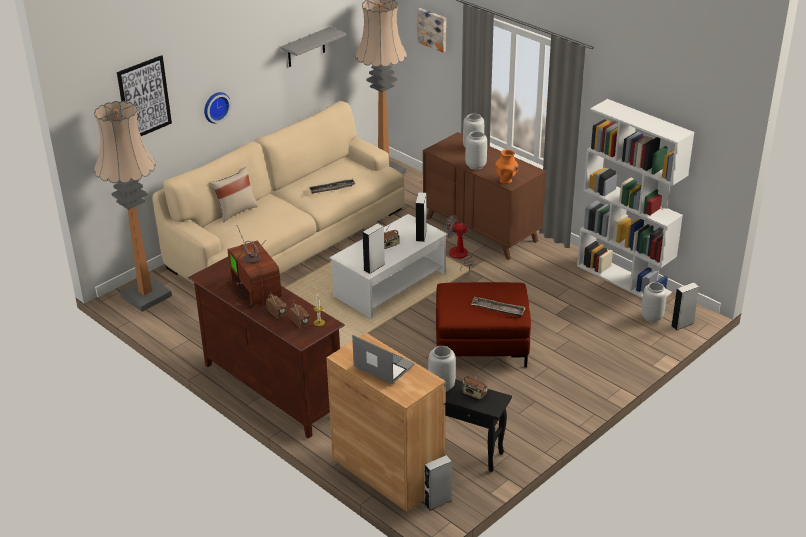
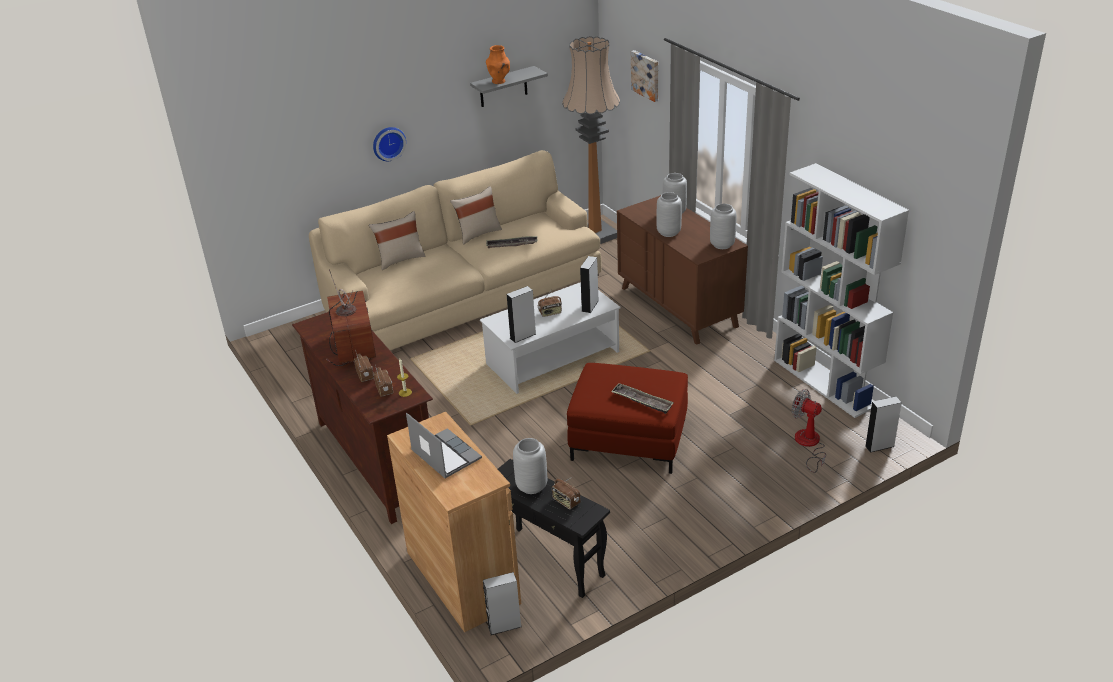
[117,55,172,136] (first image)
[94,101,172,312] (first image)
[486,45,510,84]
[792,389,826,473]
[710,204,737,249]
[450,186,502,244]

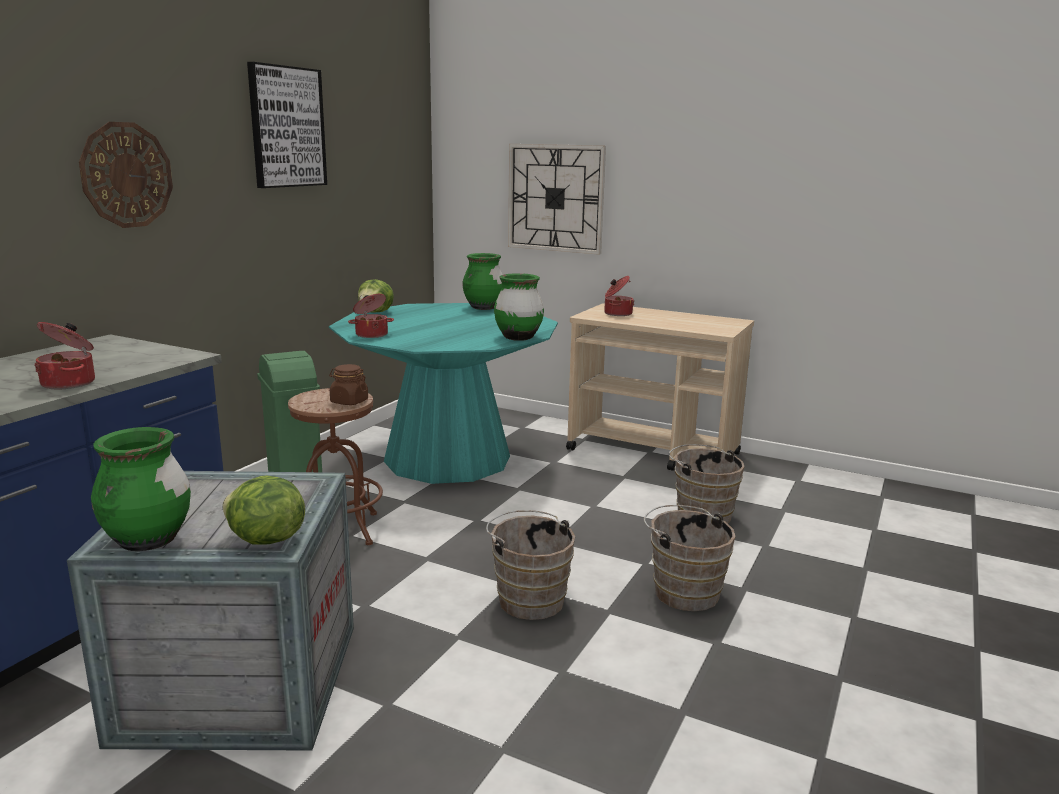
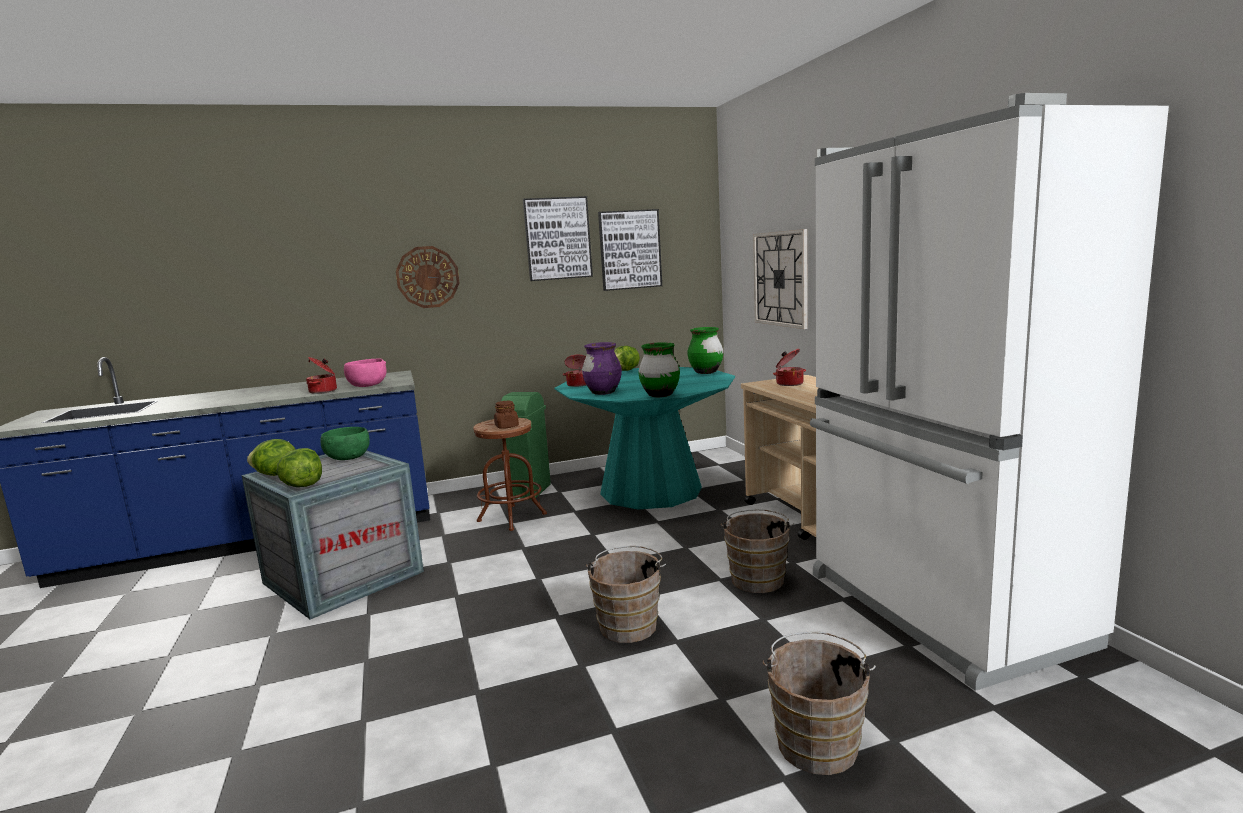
[247,439,296,476]
[762,631,876,775]
[810,93,1169,691]
[598,209,662,291]
[582,342,622,395]
[344,358,386,387]
[320,427,370,460]

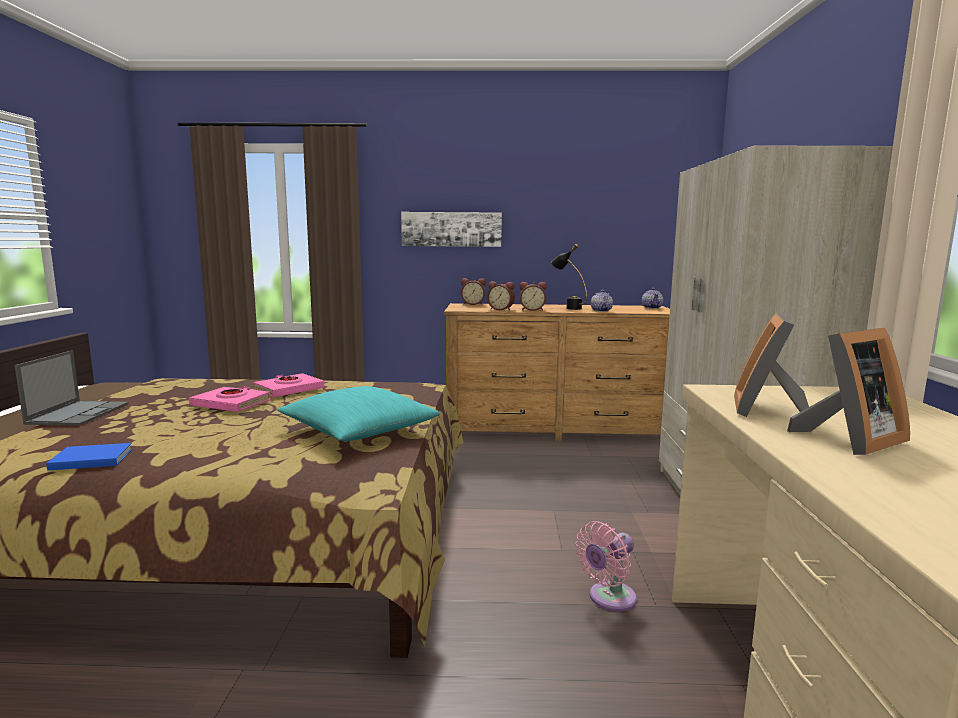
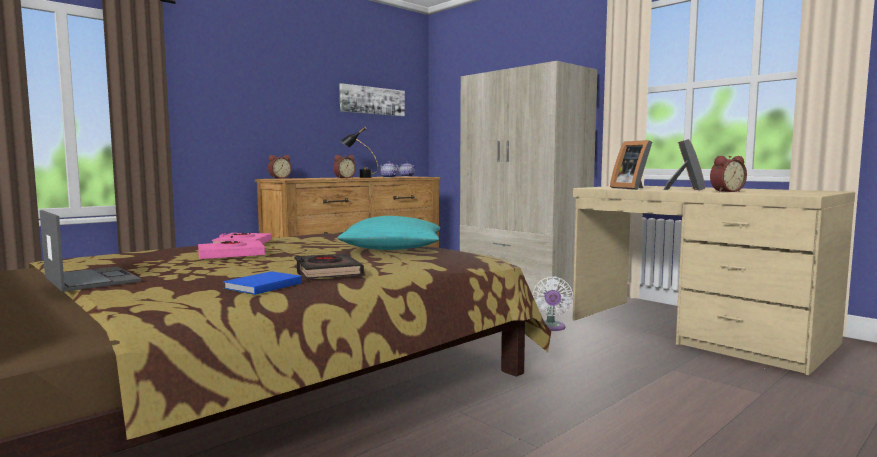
[339,83,405,116]
[710,156,747,192]
[532,277,573,331]
[294,254,364,279]

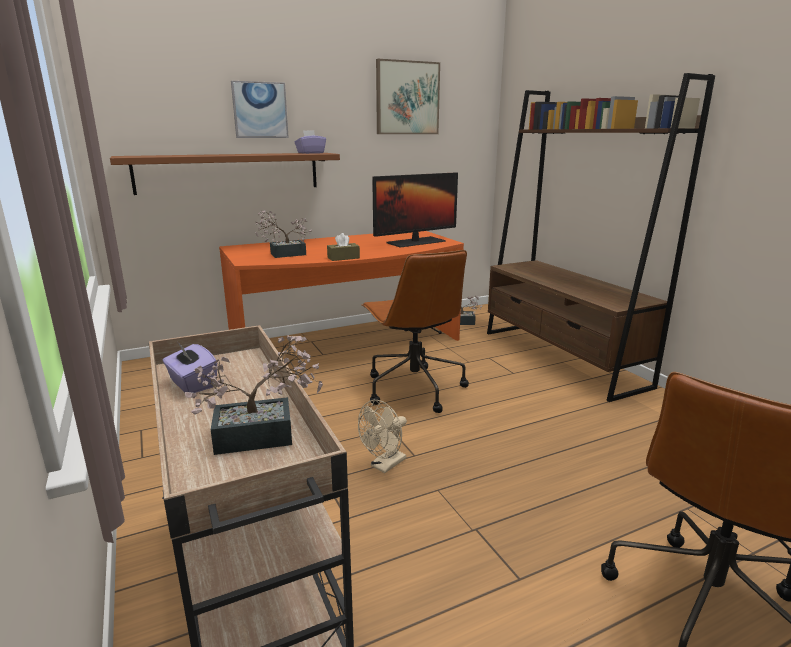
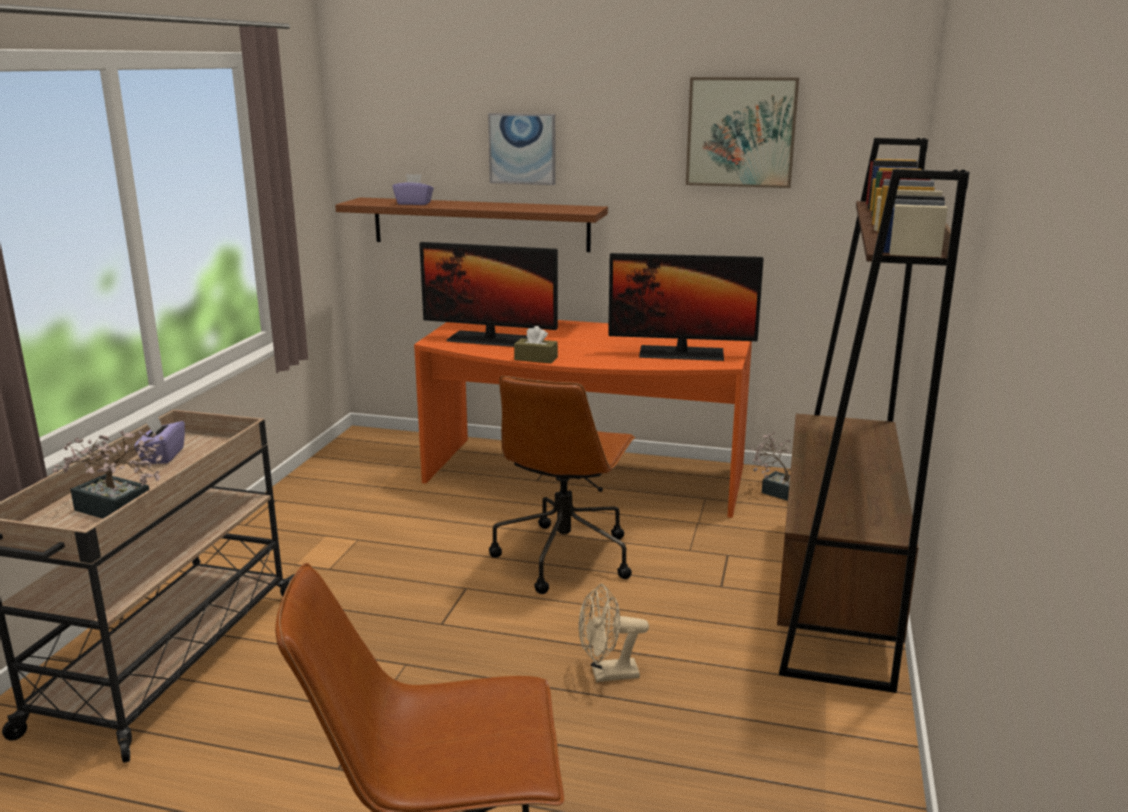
[393,174,434,205]
[419,242,558,347]
[579,584,649,682]

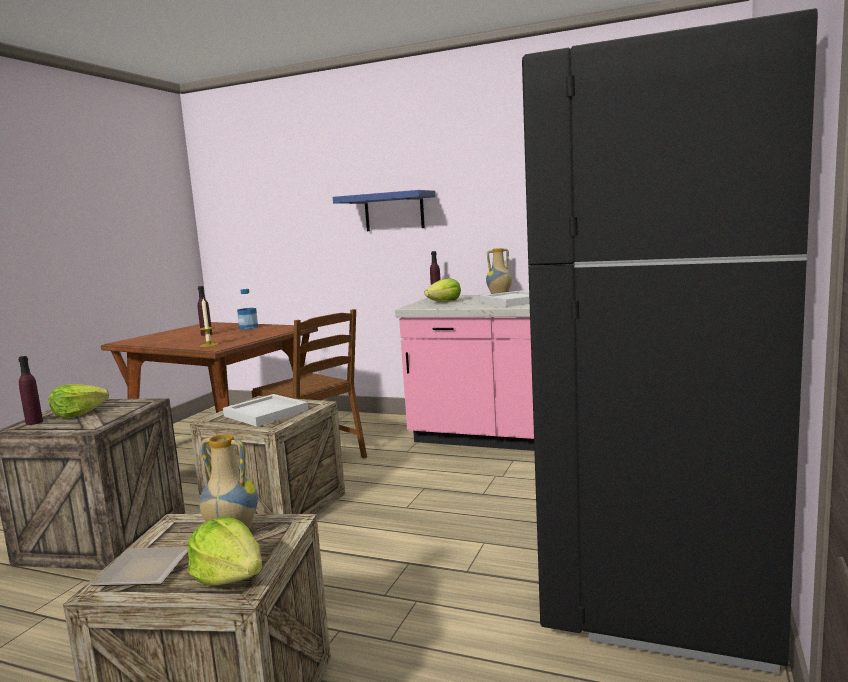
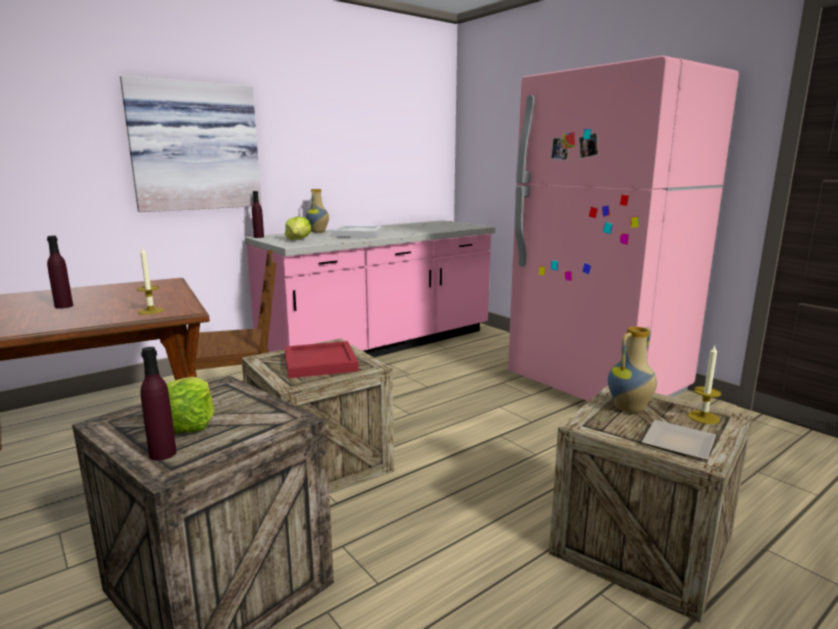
[508,55,739,402]
[120,76,262,212]
[237,289,258,329] (first image)
[284,341,359,378]
[688,344,721,424]

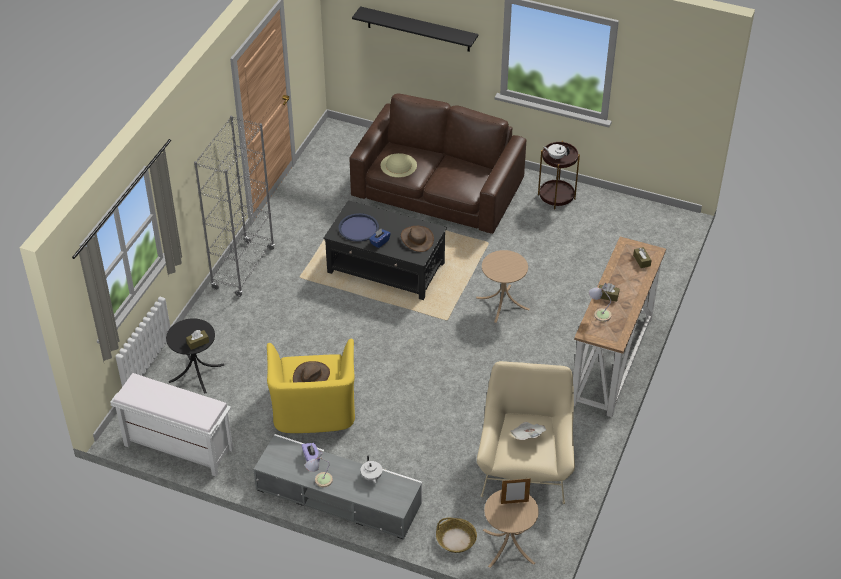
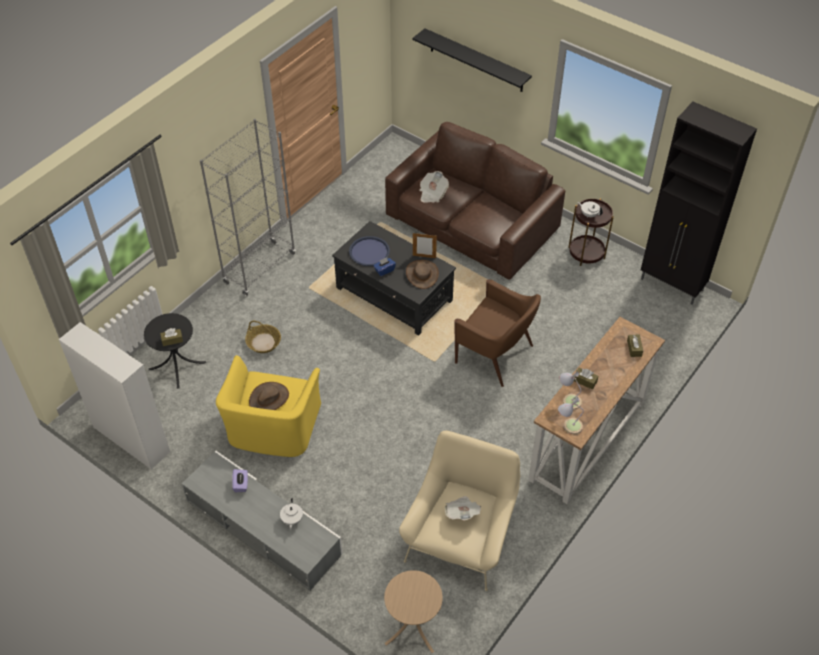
[419,171,449,203]
[454,279,541,387]
[59,322,170,470]
[558,397,584,434]
[413,233,437,258]
[245,321,281,353]
[641,101,757,305]

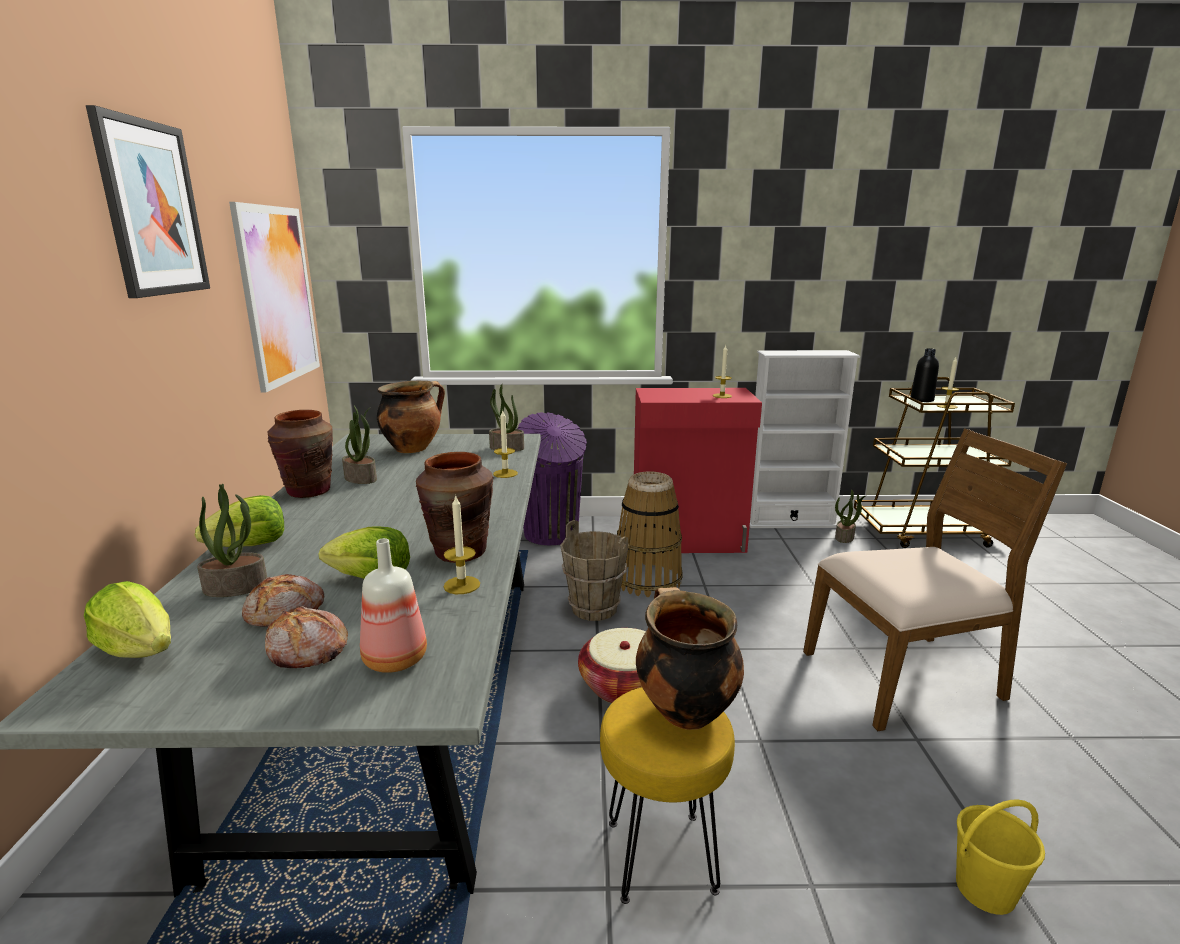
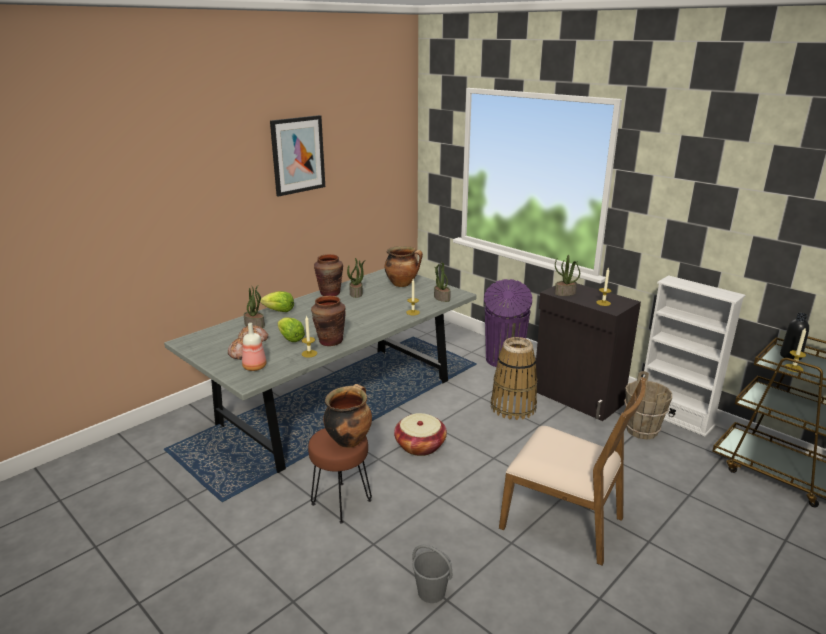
[229,202,320,392] (first image)
[536,283,641,421]
[555,255,580,296]
[624,371,672,440]
[84,581,171,658] (first image)
[308,428,372,524]
[412,545,452,603]

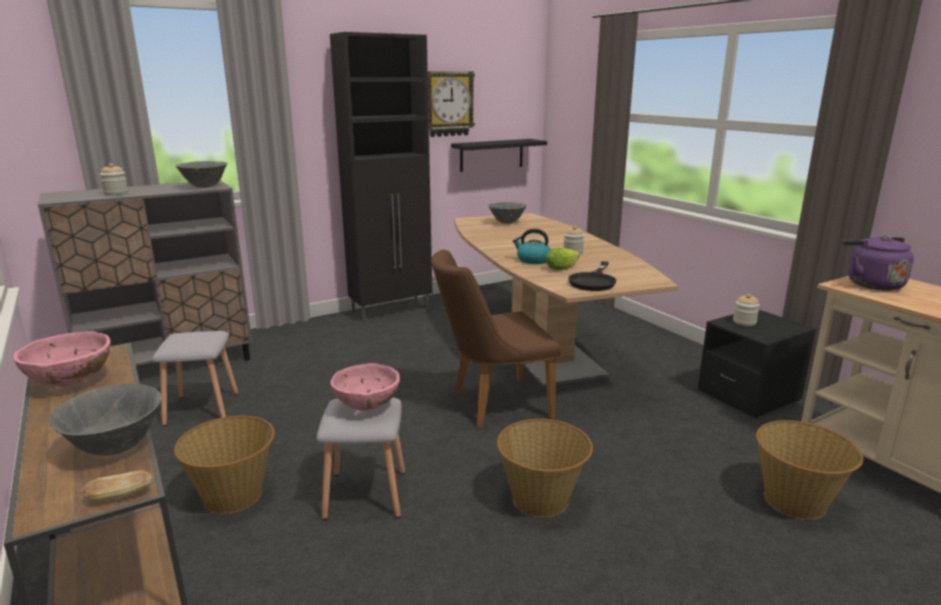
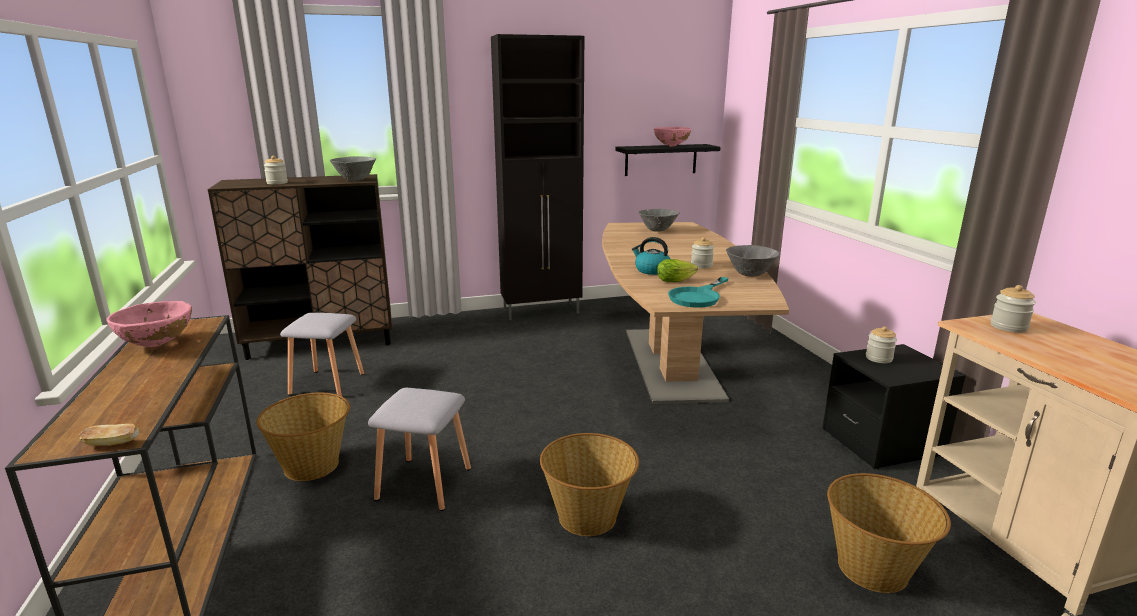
[428,71,475,137] (first image)
[208,174,392,360]
[991,285,1036,333]
[431,249,561,428] (first image)
[668,277,729,308]
[654,127,691,147]
[726,245,780,277]

